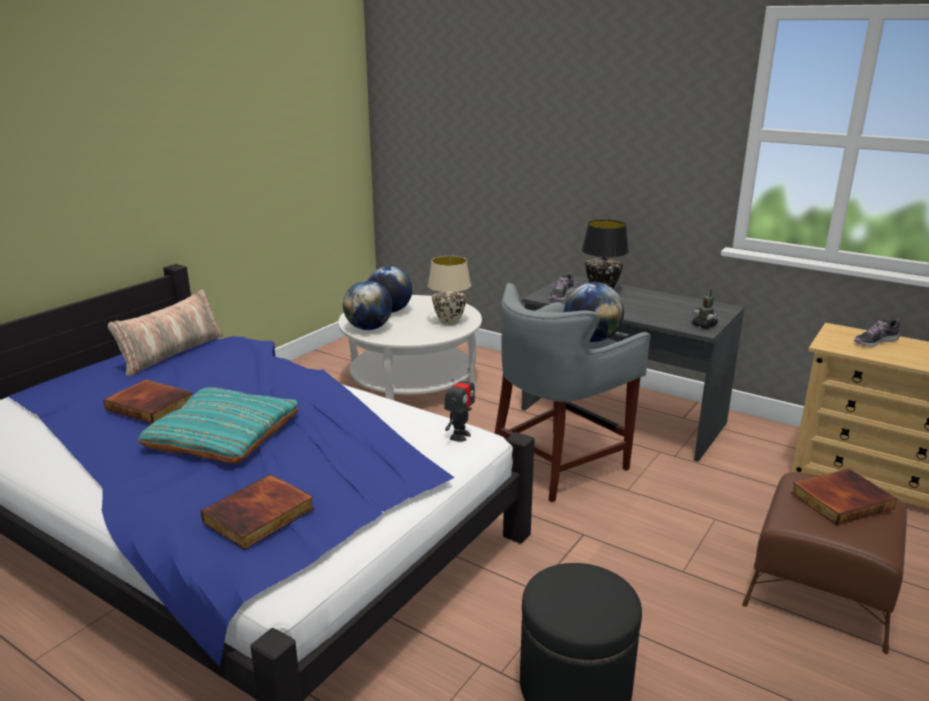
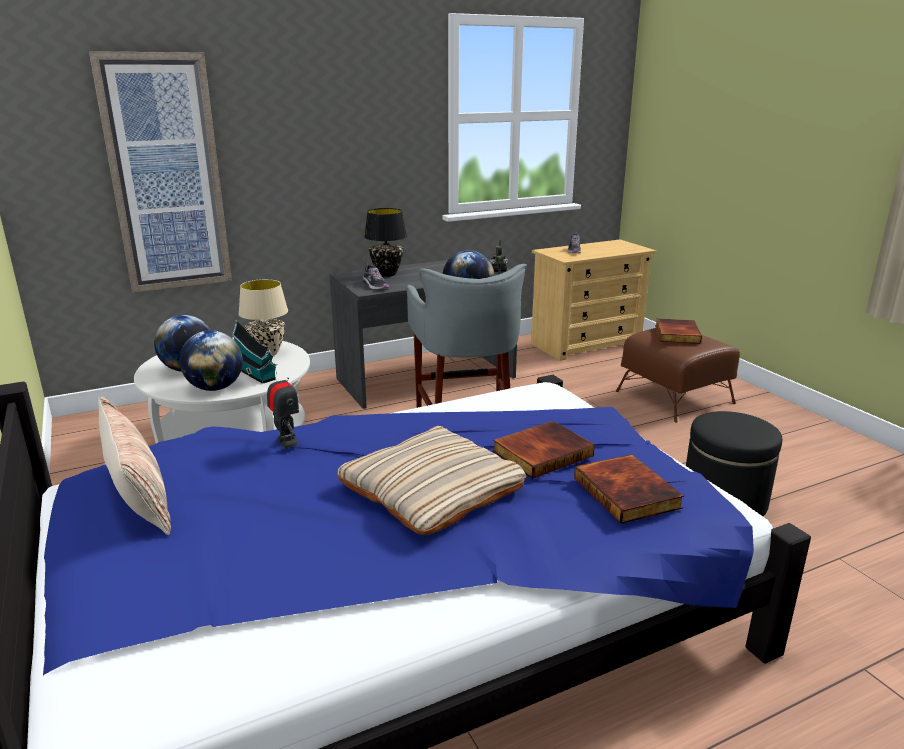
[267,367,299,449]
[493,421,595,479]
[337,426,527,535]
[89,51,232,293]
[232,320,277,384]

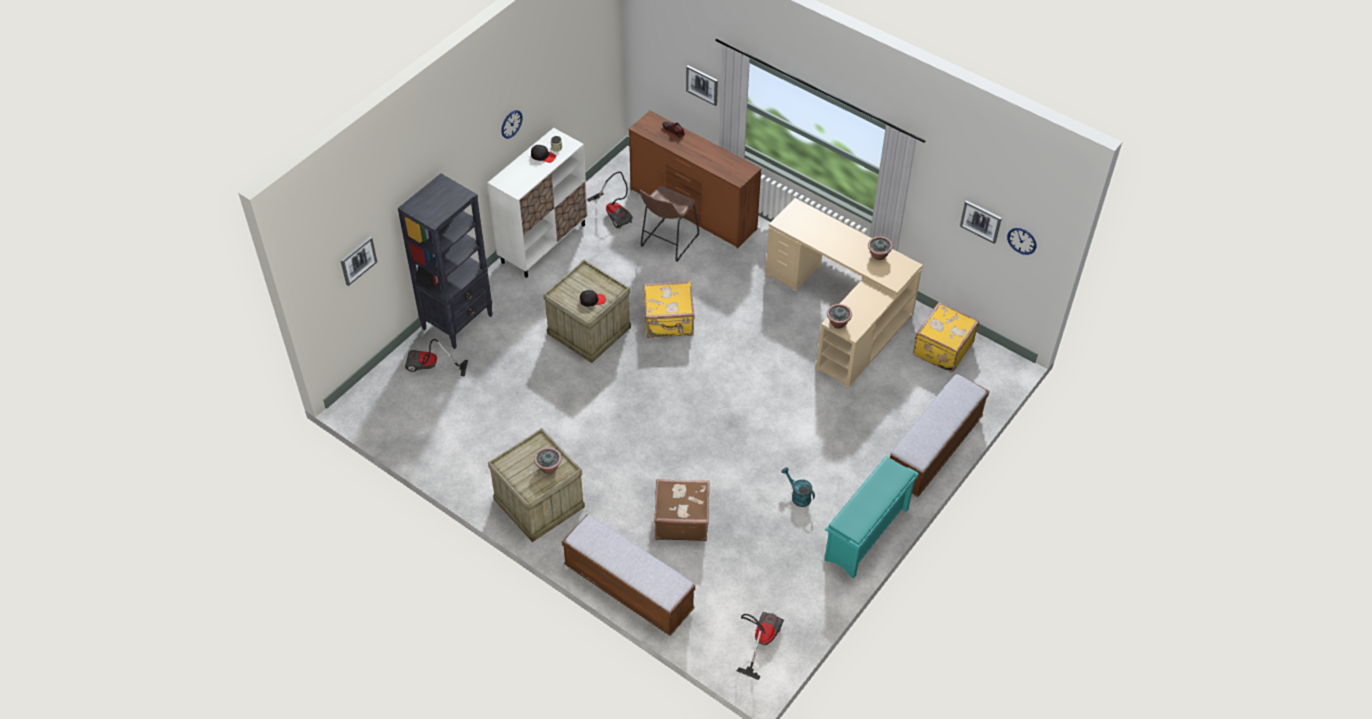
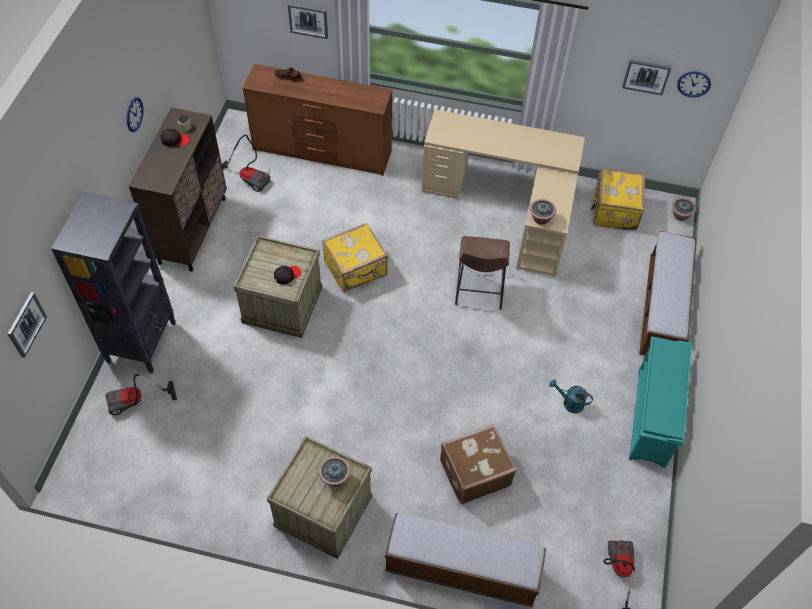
[129,107,227,271]
[455,236,510,310]
[672,198,696,221]

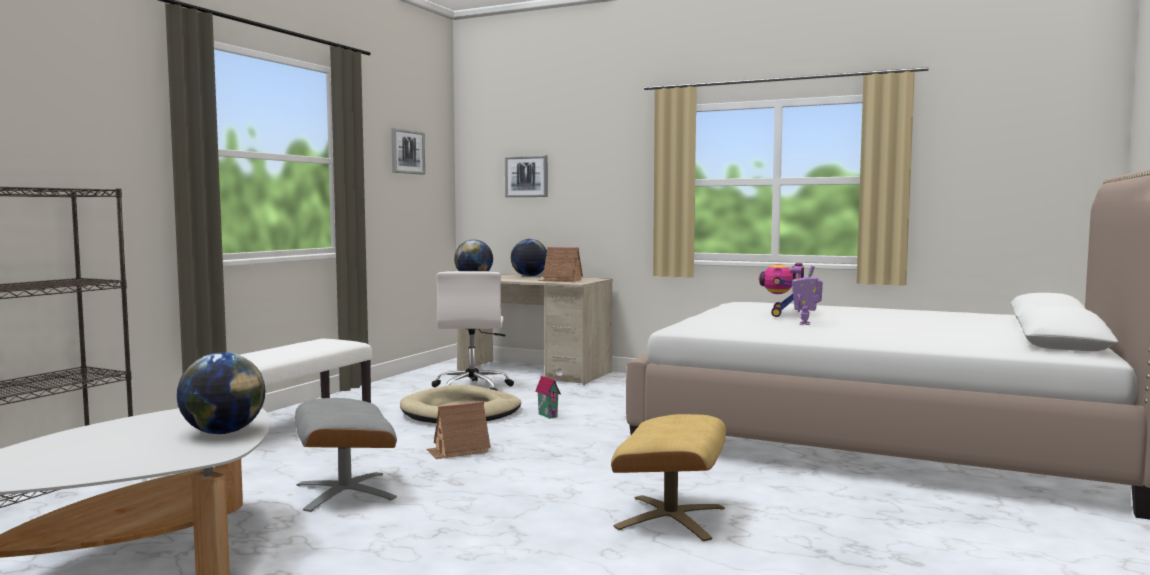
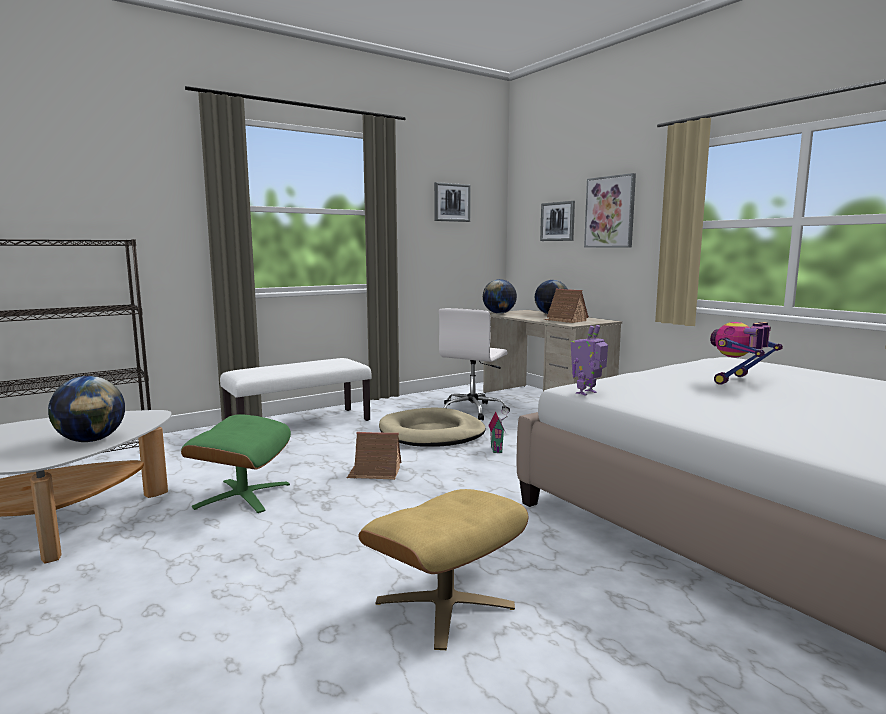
[571,325,608,396]
[181,414,291,513]
[584,173,636,248]

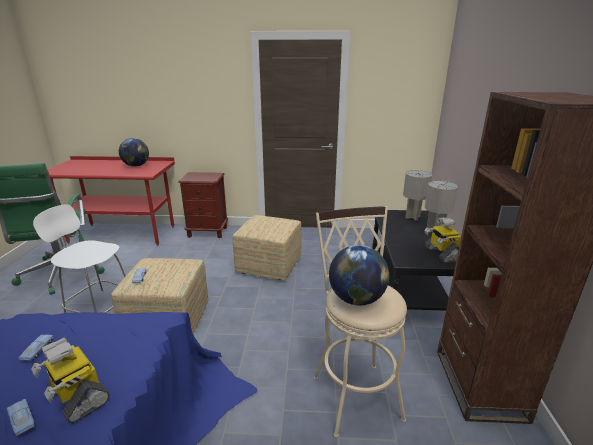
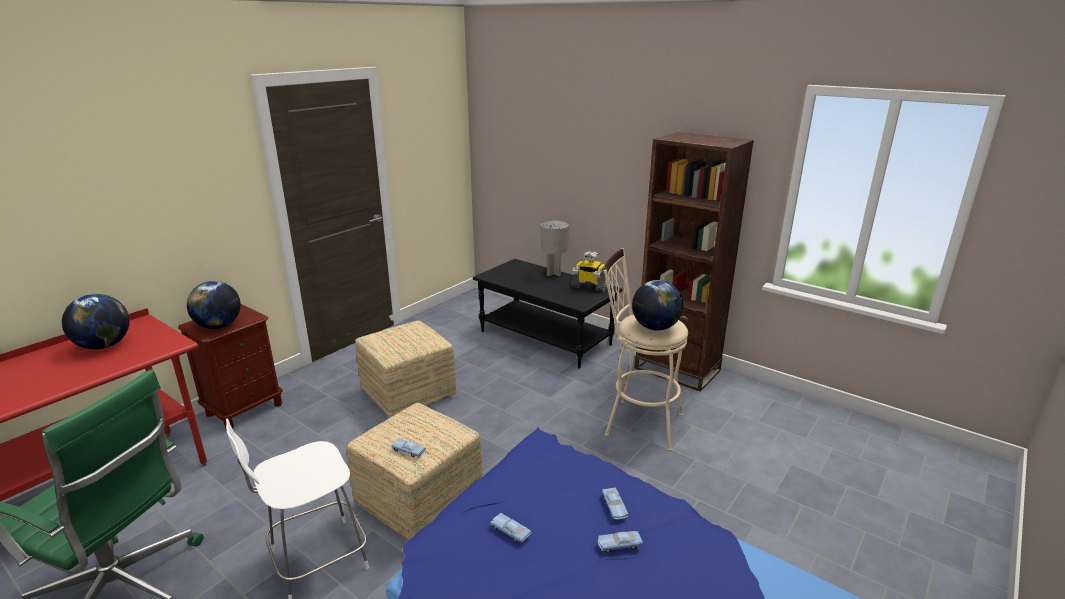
[403,170,432,220] (first image)
[602,488,629,519]
[187,281,241,329]

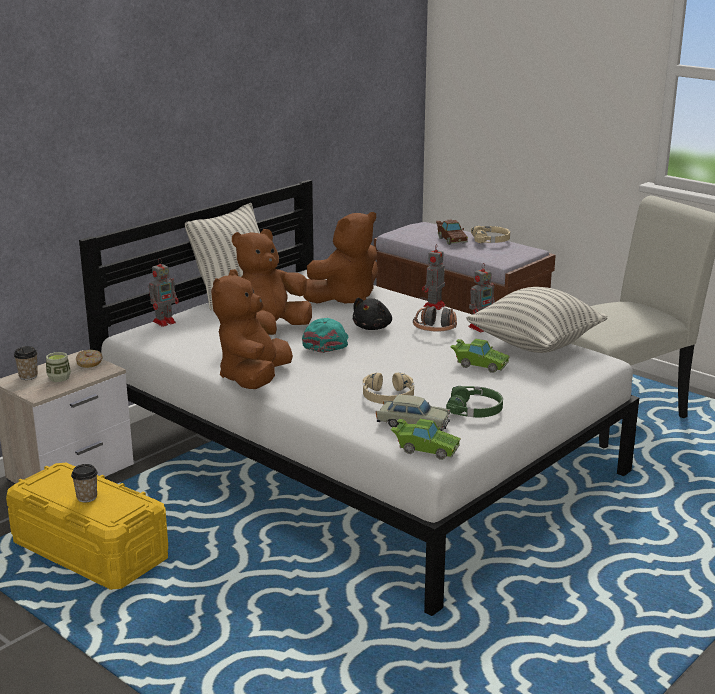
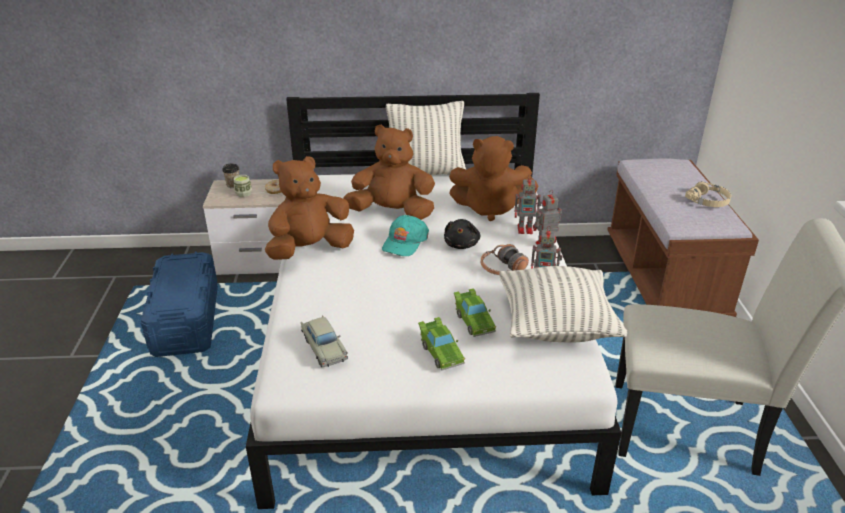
[436,220,468,245] (first image)
[515,176,542,234]
[444,219,480,249]
[382,215,429,256]
[363,373,414,404] (first image)
[446,386,503,418] (first image)
[418,317,465,371]
[141,251,218,357]
[71,464,98,502] (first image)

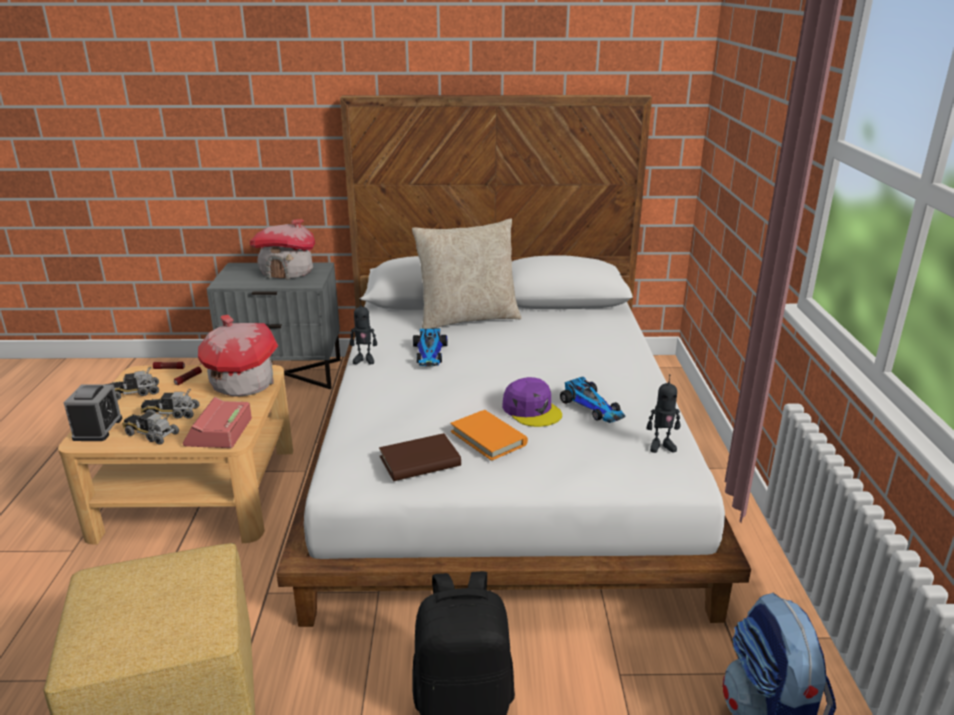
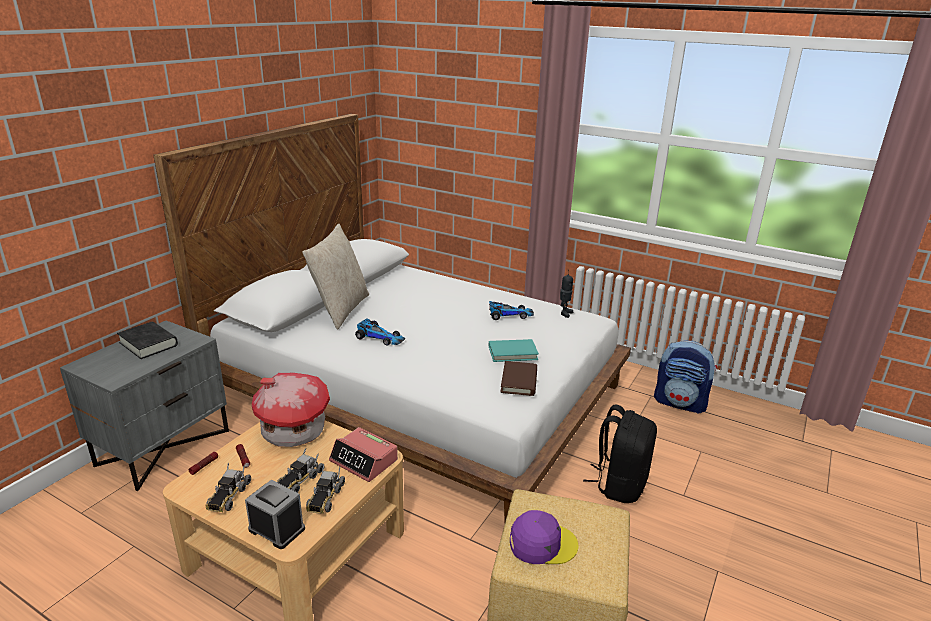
[117,322,178,359]
[350,299,377,365] (first image)
[510,510,578,564]
[489,339,539,362]
[306,465,345,514]

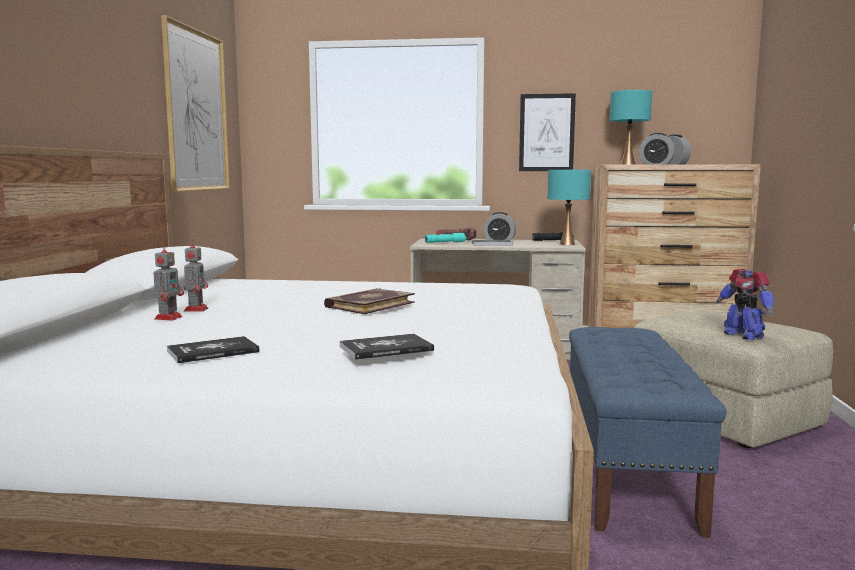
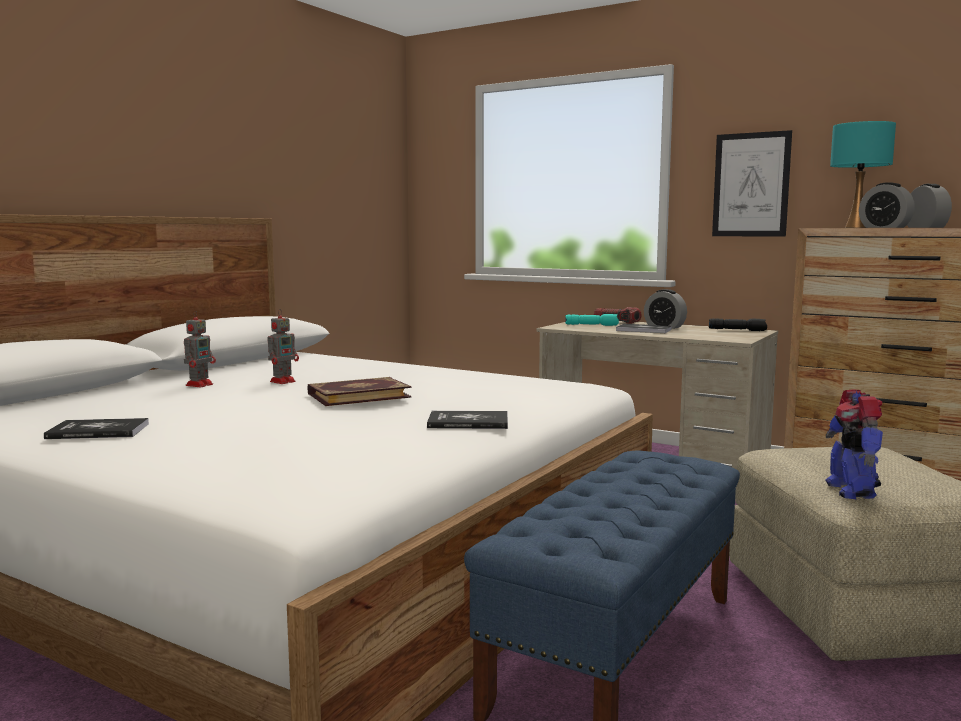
[161,15,230,192] (first image)
[548,170,591,245] (first image)
[267,309,299,384]
[427,411,508,429]

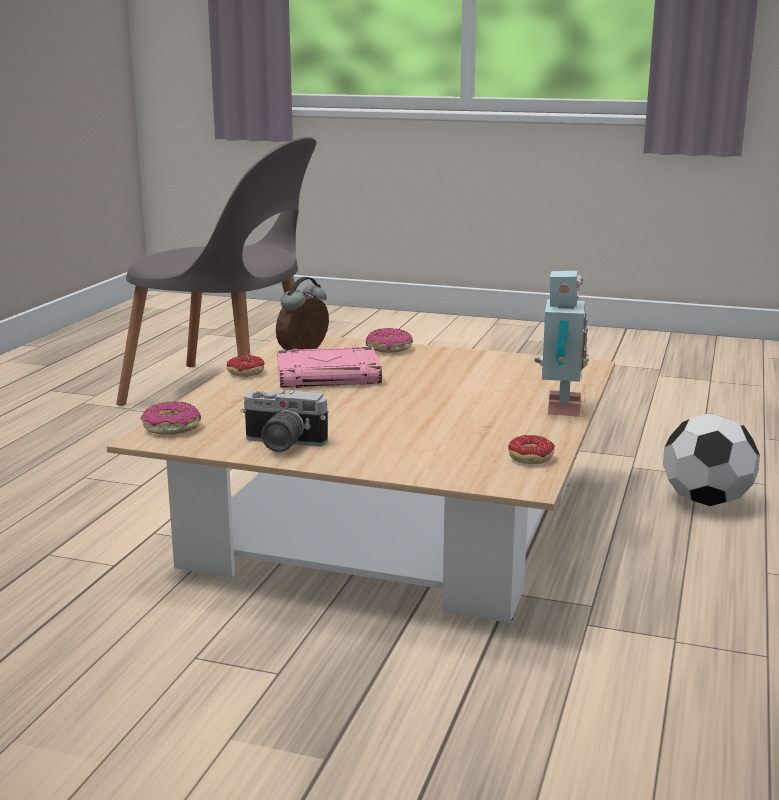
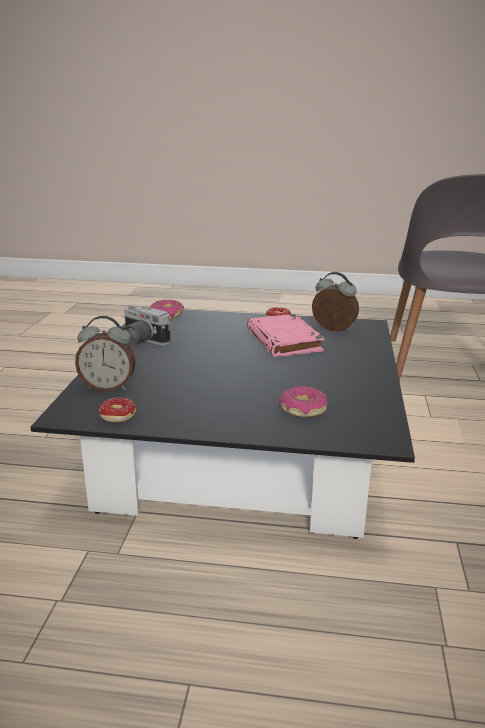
[535,271,589,417] (first image)
[279,386,327,417]
[30,307,415,539]
[123,306,171,346]
[663,414,760,506] (first image)
[75,316,136,392]

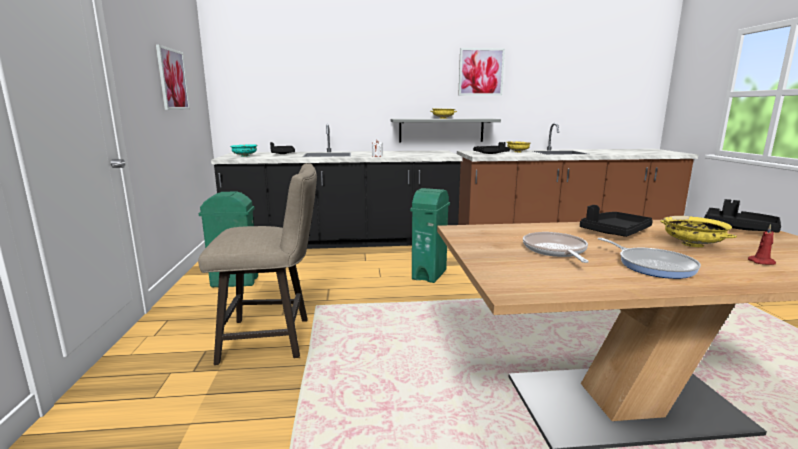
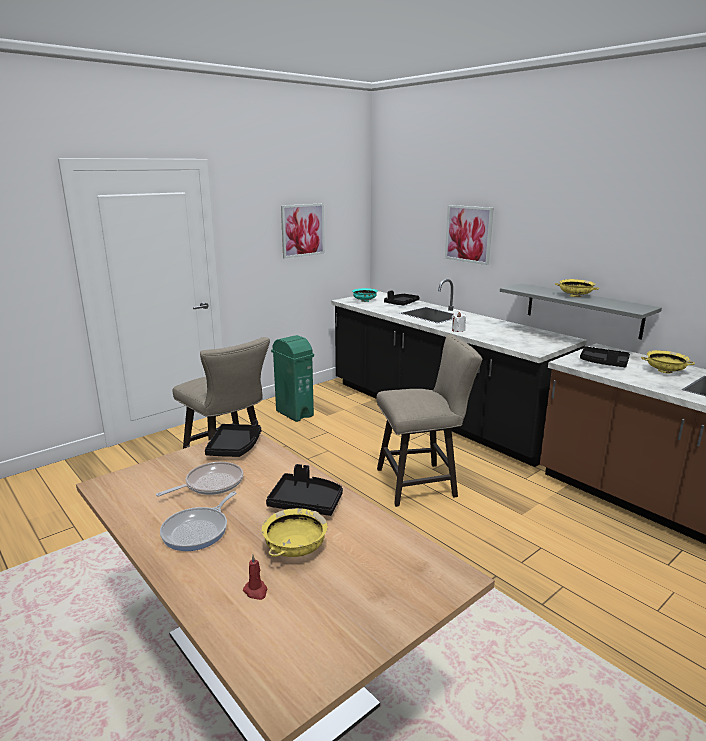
[445,205,494,265]
[376,334,482,507]
[205,421,261,457]

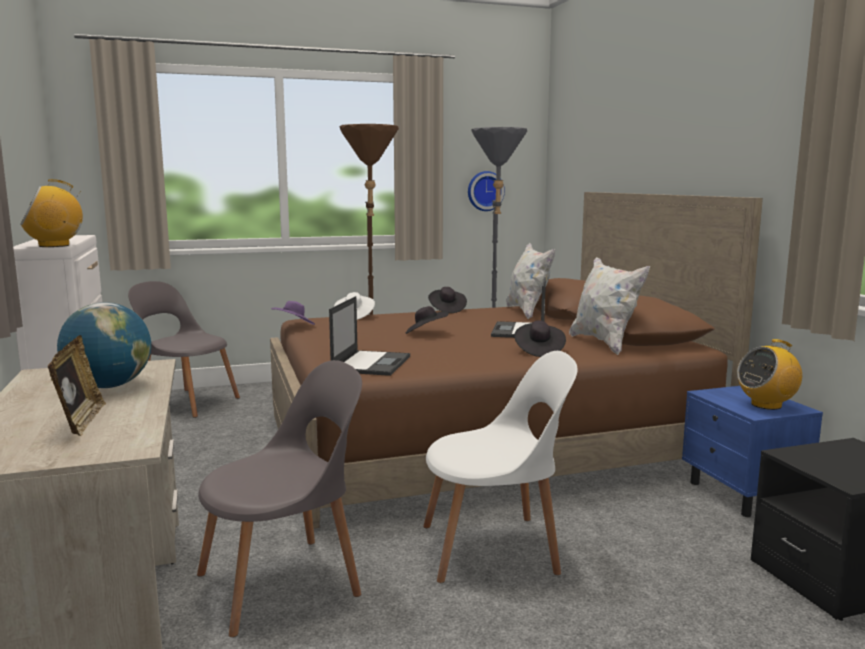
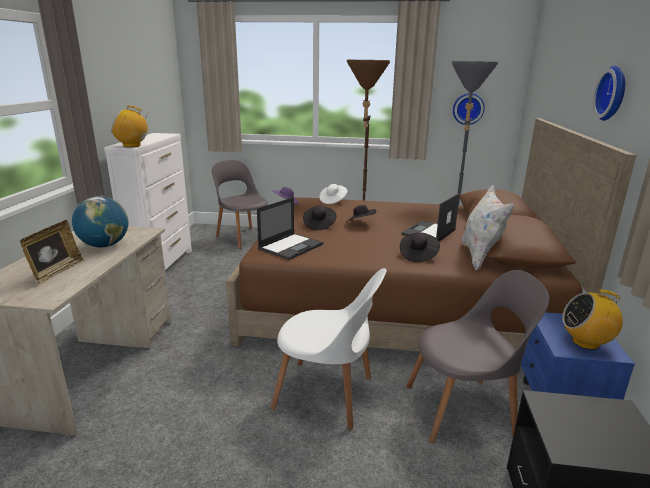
[506,243,555,319] (first image)
[303,205,336,230]
[406,270,549,443]
[593,66,625,121]

